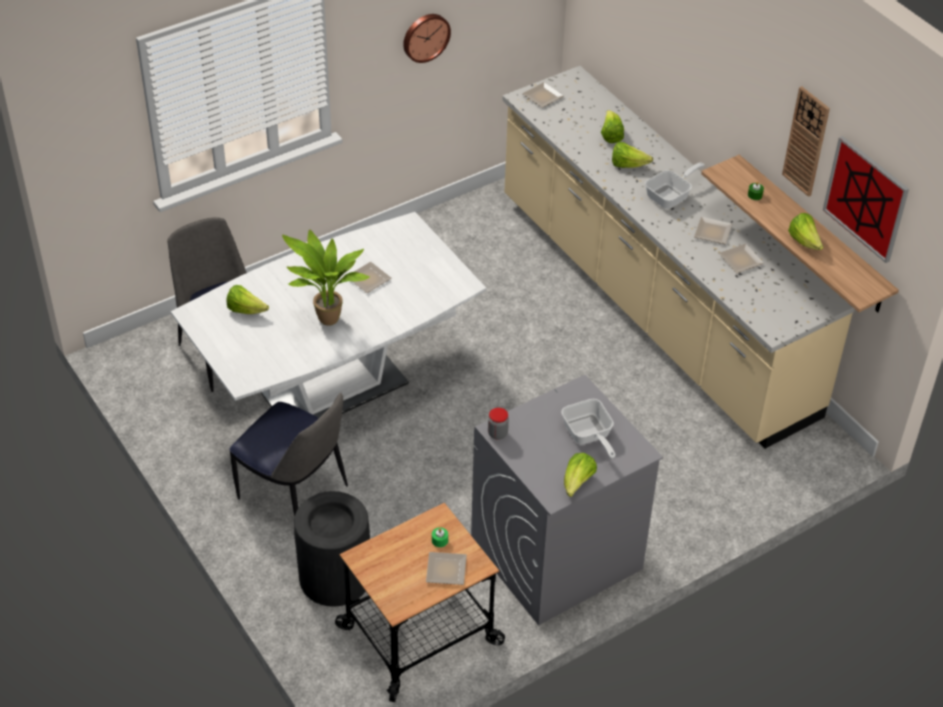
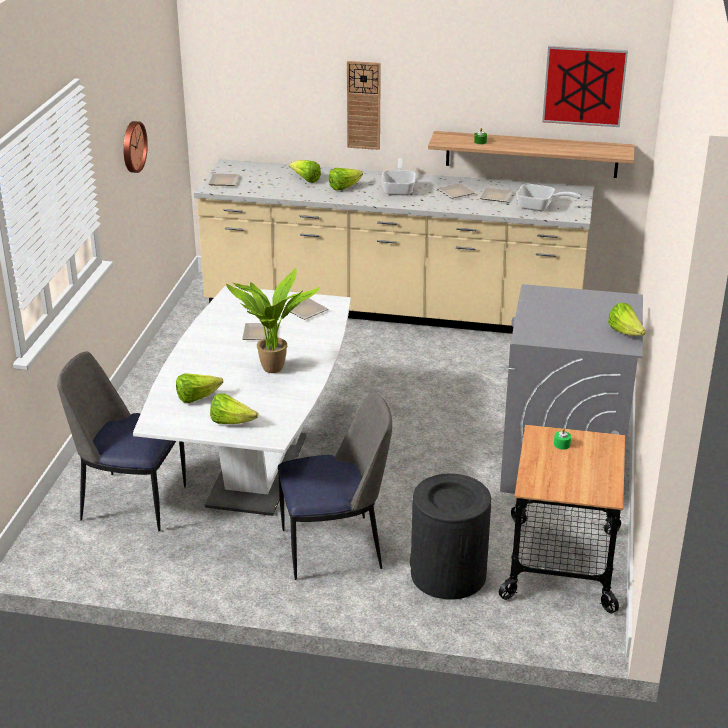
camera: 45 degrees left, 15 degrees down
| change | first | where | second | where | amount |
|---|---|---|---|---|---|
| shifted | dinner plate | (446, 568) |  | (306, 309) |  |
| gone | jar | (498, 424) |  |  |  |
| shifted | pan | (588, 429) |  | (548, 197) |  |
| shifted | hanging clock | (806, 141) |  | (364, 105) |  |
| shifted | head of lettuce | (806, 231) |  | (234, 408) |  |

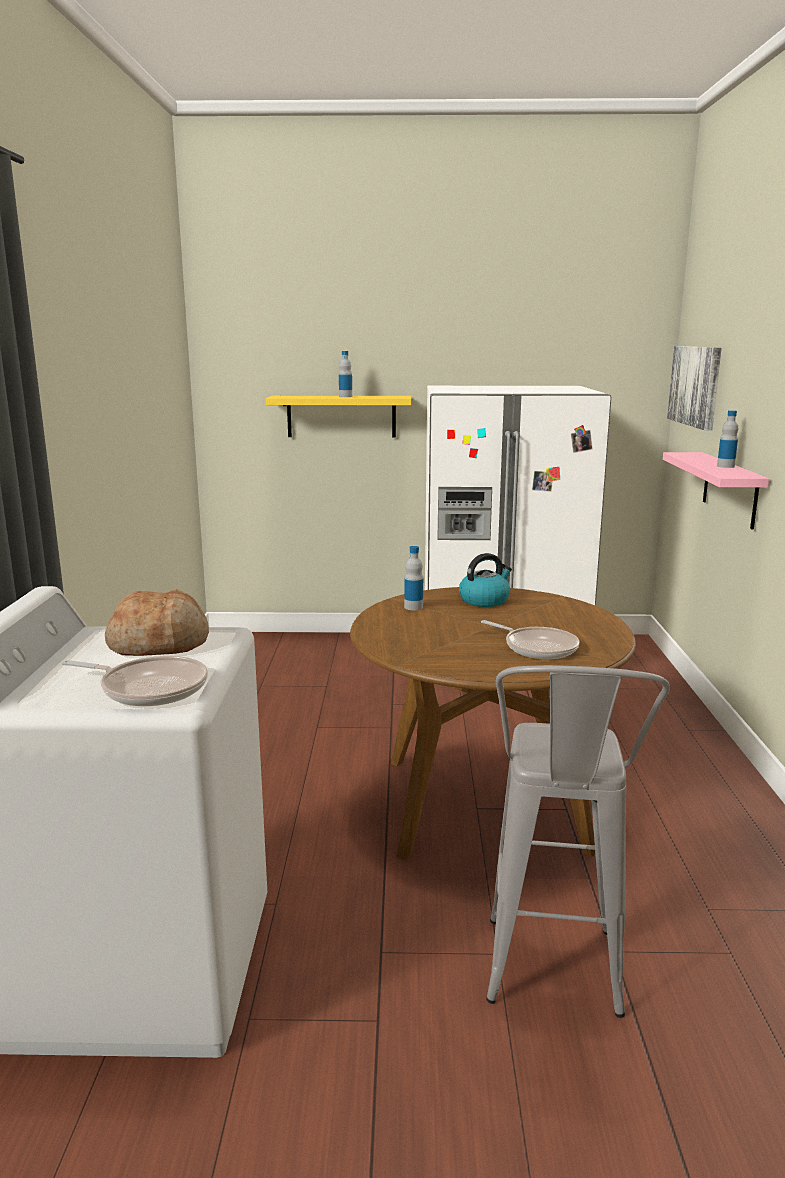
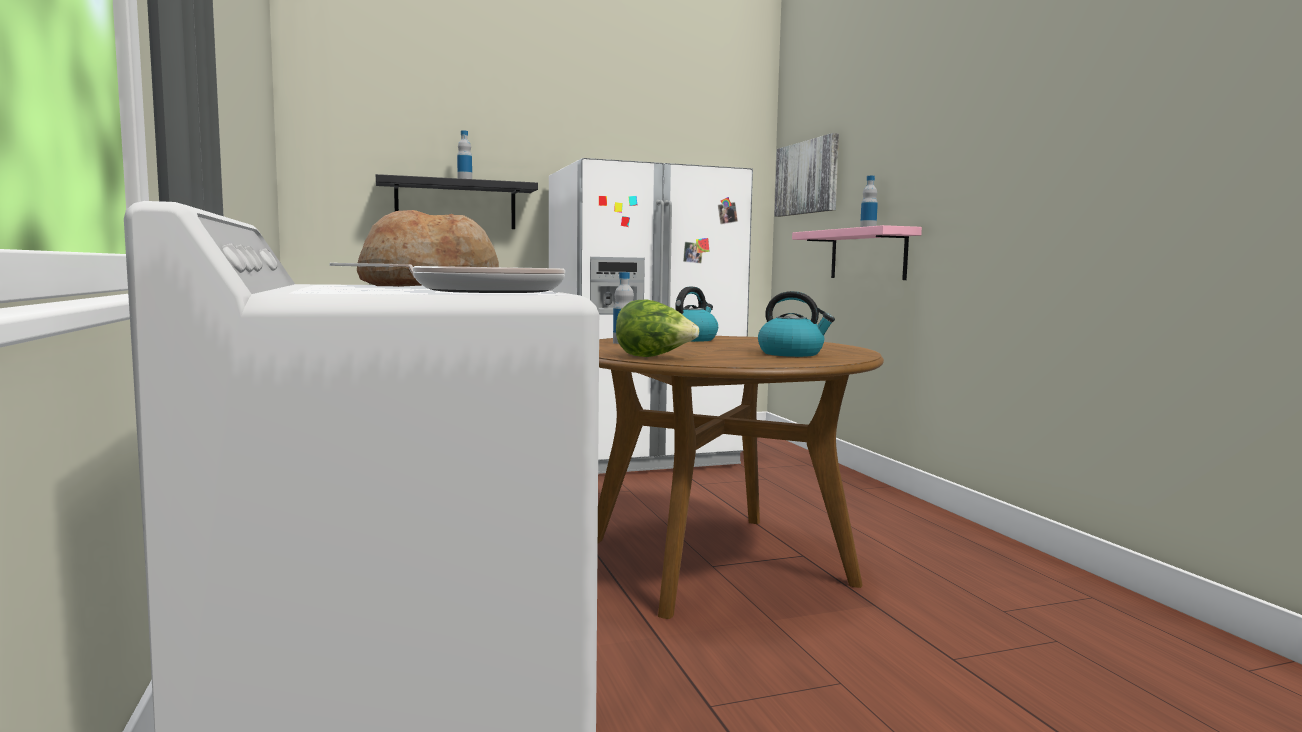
camera: 20 degrees left, 10 degrees down
| change | first | where | second | where | amount |
|---|---|---|---|---|---|
| repainted | yellow-coloured bracket shelf | (338, 417) | blackish bracket shelf | (457, 201) |  |
| swapped | pan | (530, 639) | water kettle | (796, 324) |  |
| gone | gray sitting stool | (578, 841) |  |  |  |
| new |  |  | head of lettuce | (657, 328) |  |

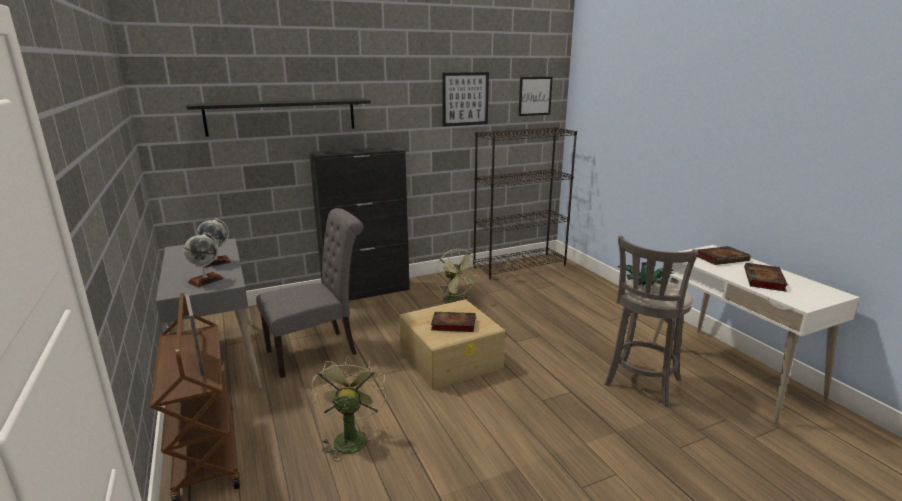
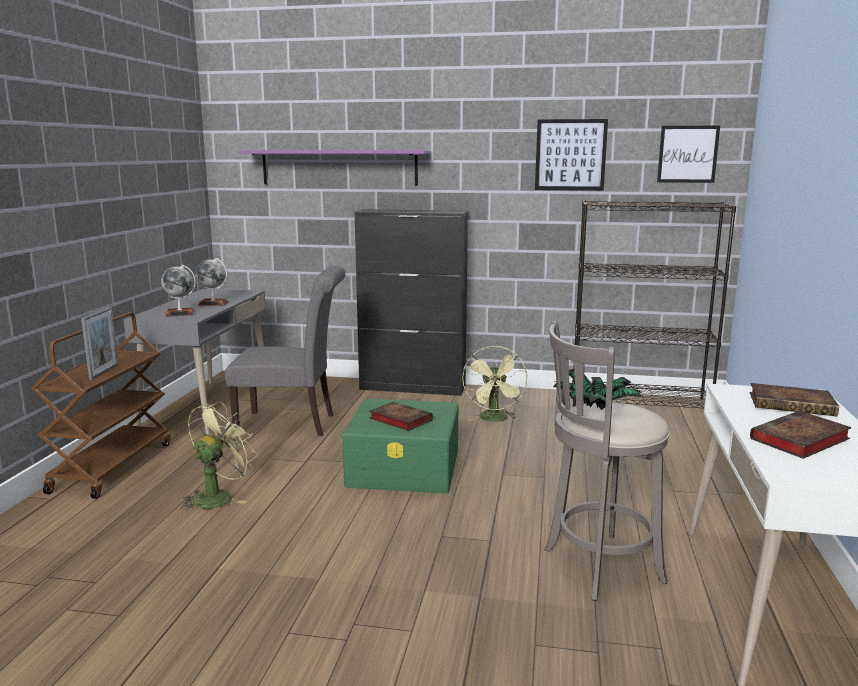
camera: 35 degrees right, 5 degrees down
| change | first | where | second | where | amount |
|---|---|---|---|---|---|
| repainted | blackish bracket shelf | (278, 117) | purple bracket shelf | (333, 168) |  |
| repainted | sand-coloured storage container | (452, 344) | green-coloured storage container | (400, 446) |  |

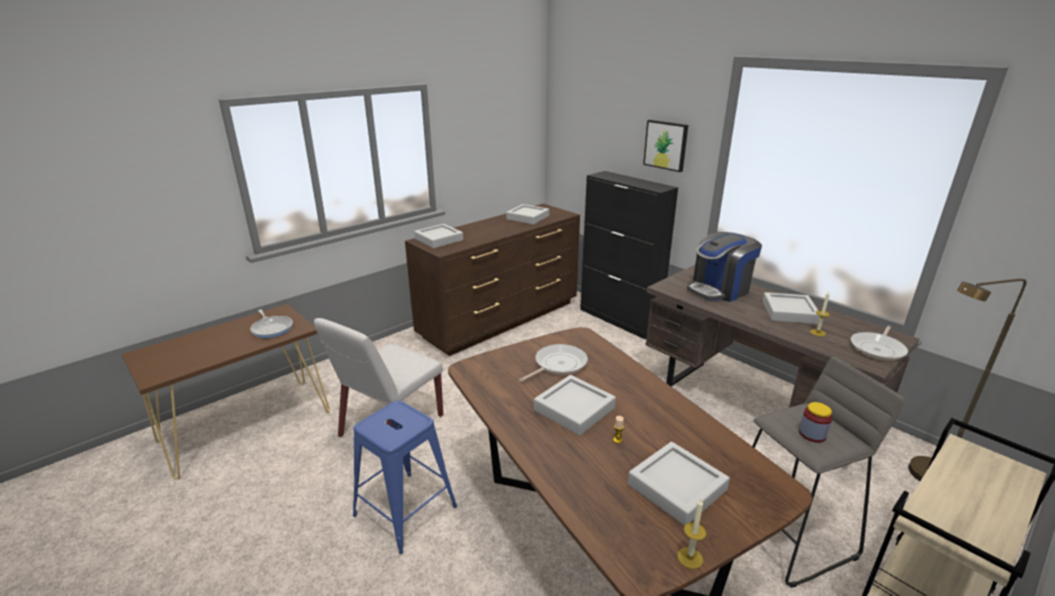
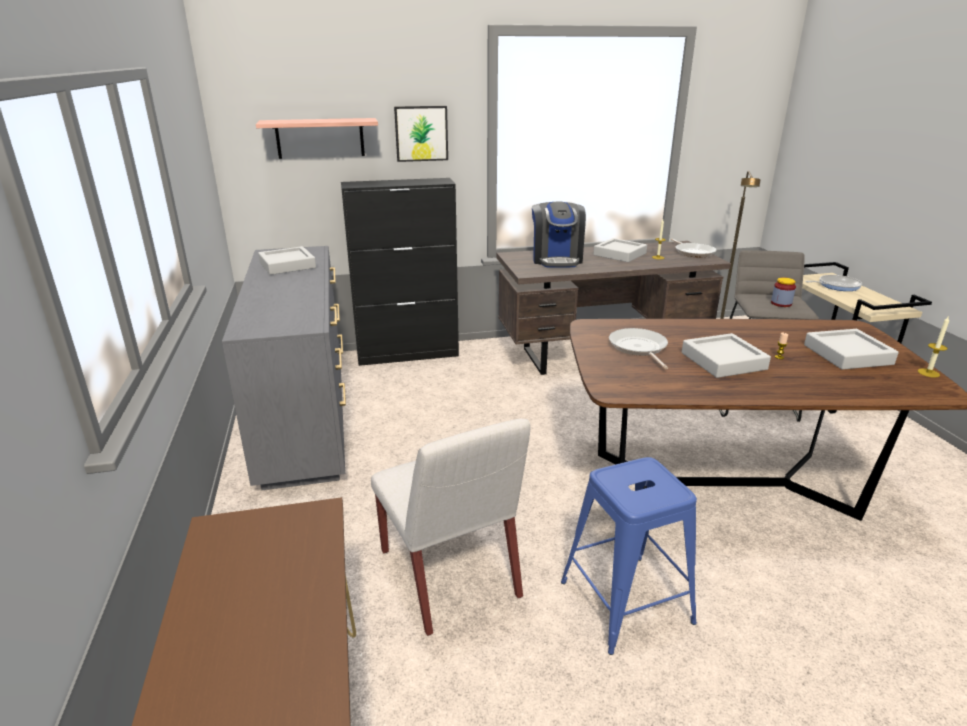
camera: 60 degrees left, 0 degrees up
| change | first | where | second | where | amount |
|---|---|---|---|---|---|
| shifted | pan | (271, 323) |  | (833, 283) |  |
| repainted | brownish dresser | (492, 280) | gray dresser | (284, 368) |  |
| gone | gray serving tray | (438, 236) |  |  |  |
| new |  |  | bracket shelf | (317, 138) |  |

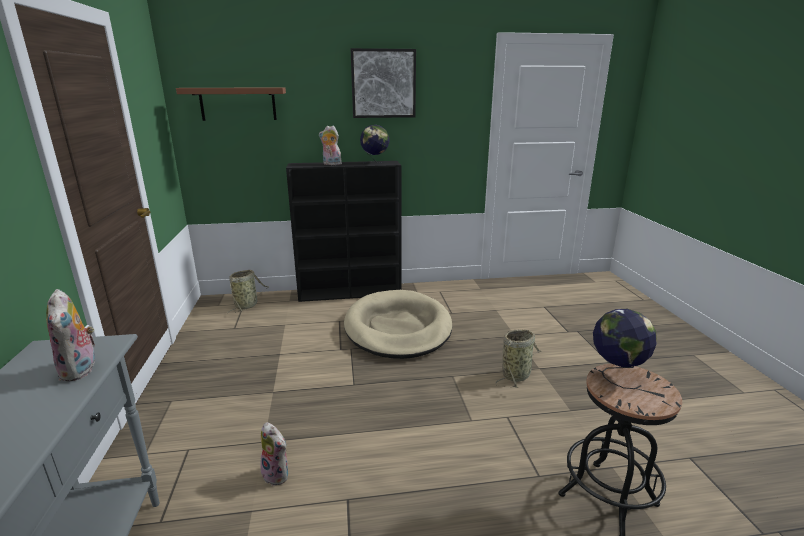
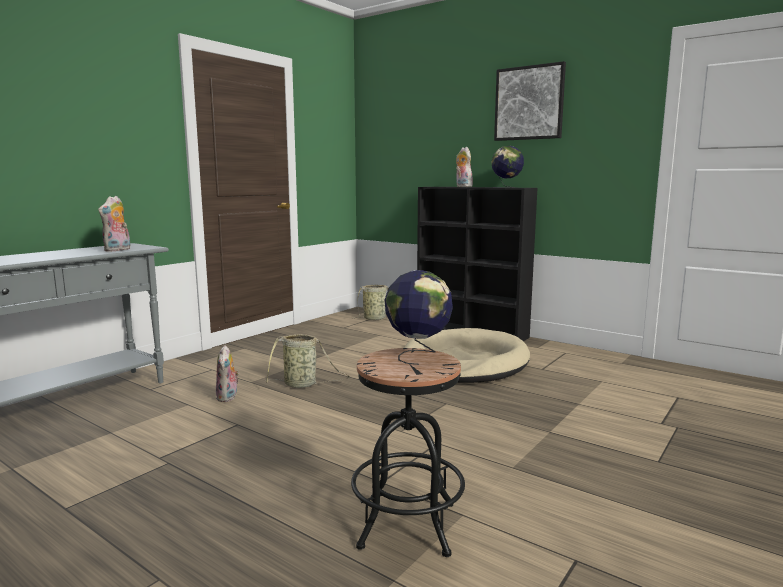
camera: 45 degrees right, 10 degrees down
| change | first | where | second | where | amount |
|---|---|---|---|---|---|
| gone | brownish bracket shelf | (231, 104) |  |  |  |
| shifted | storage basket | (518, 359) |  | (307, 361) |  |

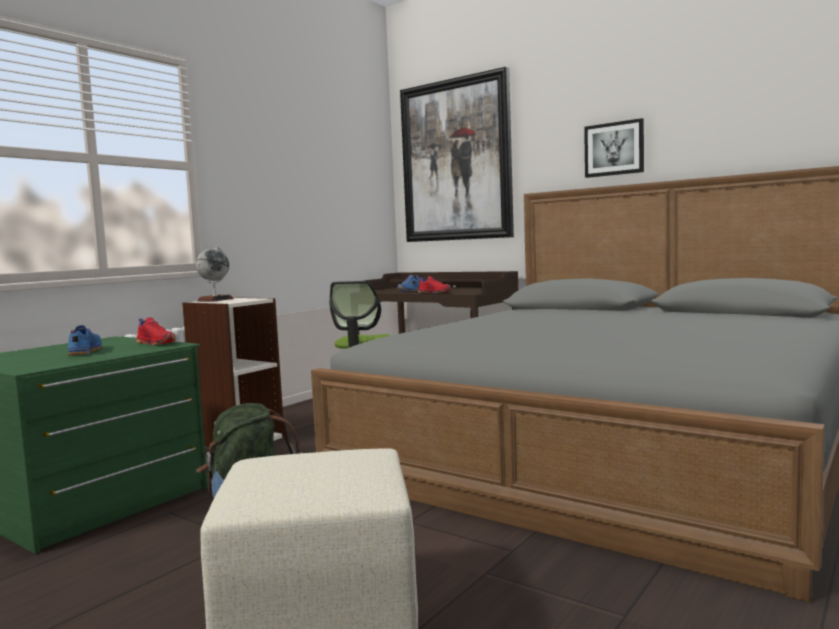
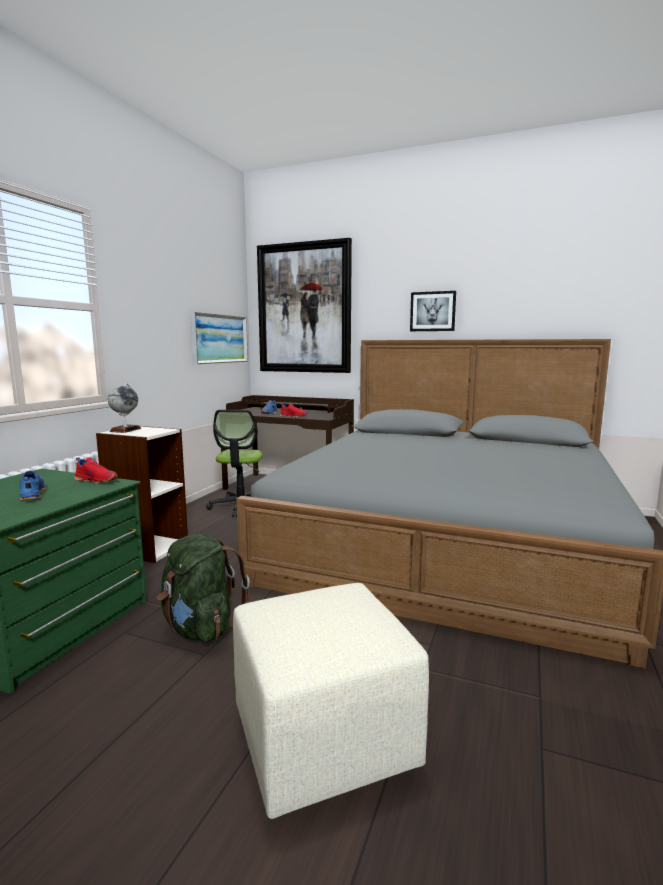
camera: 15 degrees left, 5 degrees up
| change | first | where | second | where | amount |
|---|---|---|---|---|---|
| new |  |  | picture | (219, 338) |  |

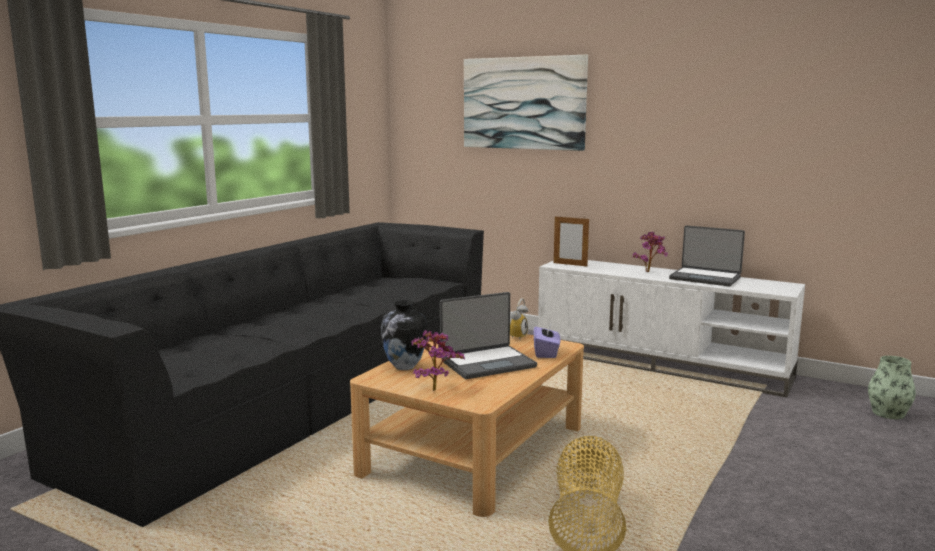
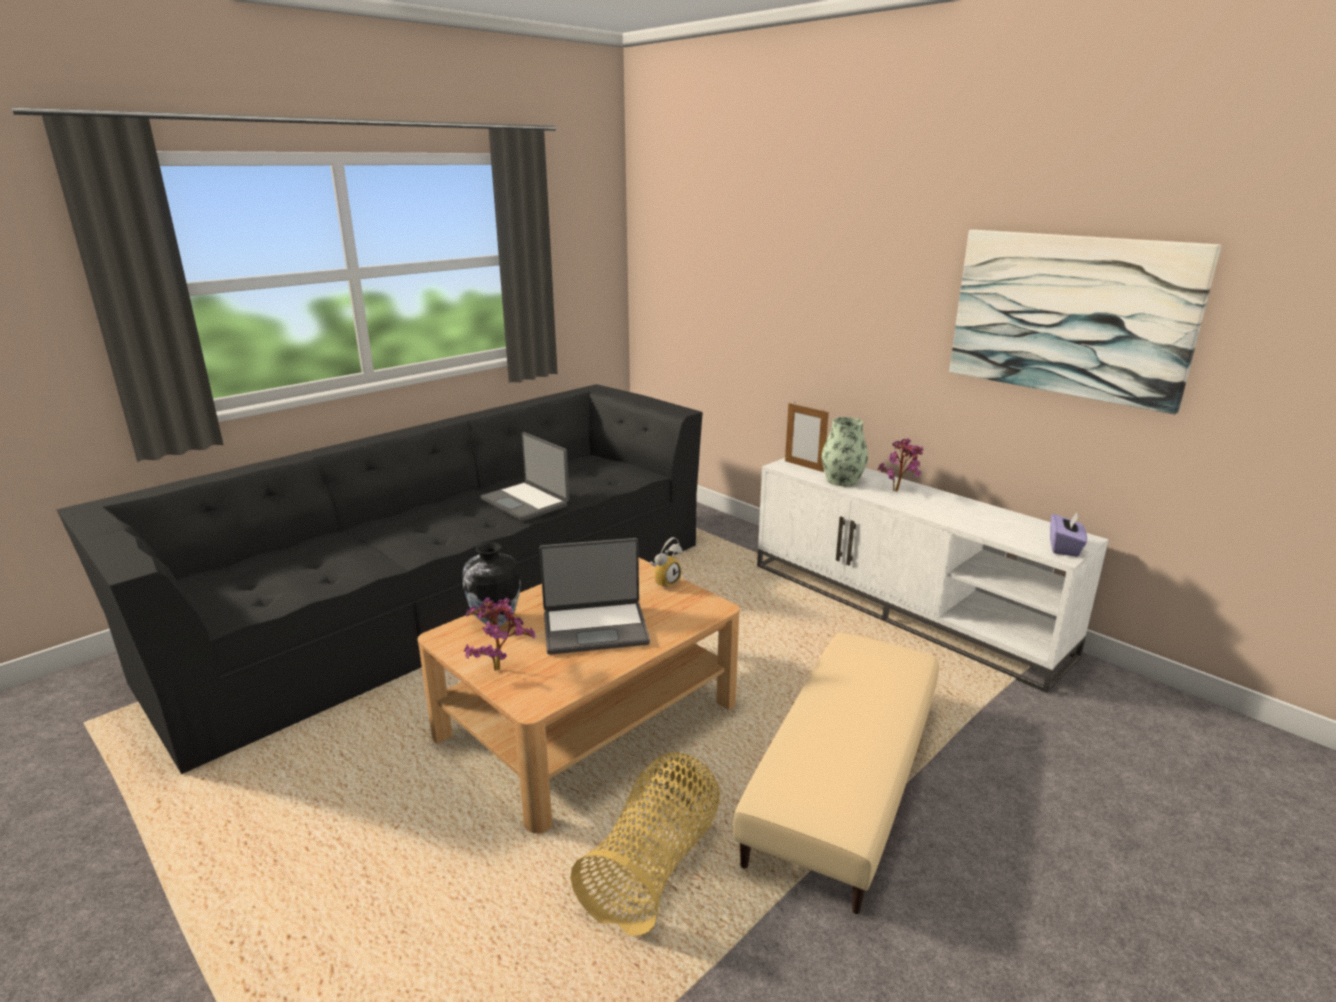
camera: 15 degrees right, 10 degrees up
| change | first | where | second | where | amount |
|---|---|---|---|---|---|
| shifted | picture | (526, 103) |  | (1085, 322) |  |
| shifted | purple box of tissues | (547, 339) |  | (1068, 534) |  |
| shifted | laptop | (707, 255) |  | (524, 476) |  |
| shifted | vase | (892, 387) |  | (845, 451) |  |
| new |  |  | sand-coloured pouffe | (836, 773) |  |

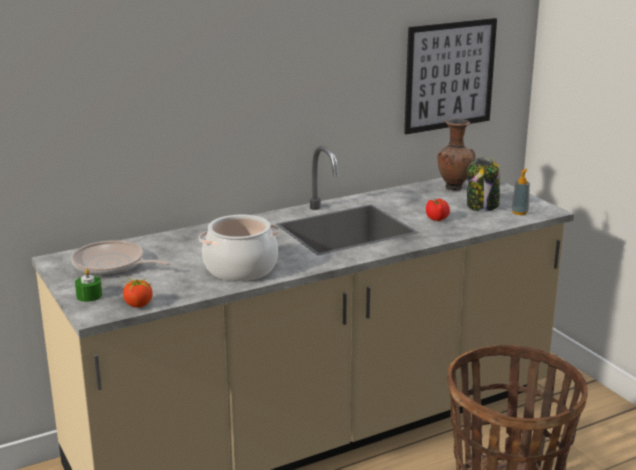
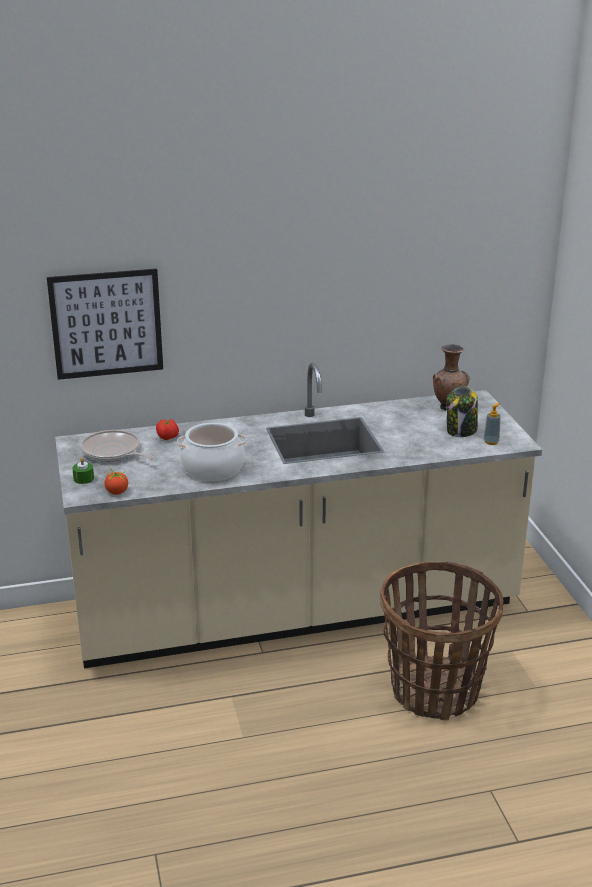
camera: 15 degrees right, 5 degrees up
| change | first | where | second | where | amount |
|---|---|---|---|---|---|
| shifted | picture | (450, 76) |  | (105, 324) |  |
| shifted | fresh tomato | (438, 210) |  | (167, 429) |  |

